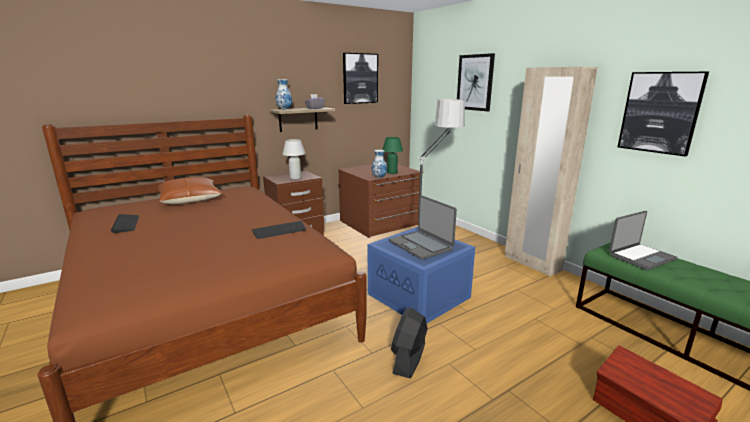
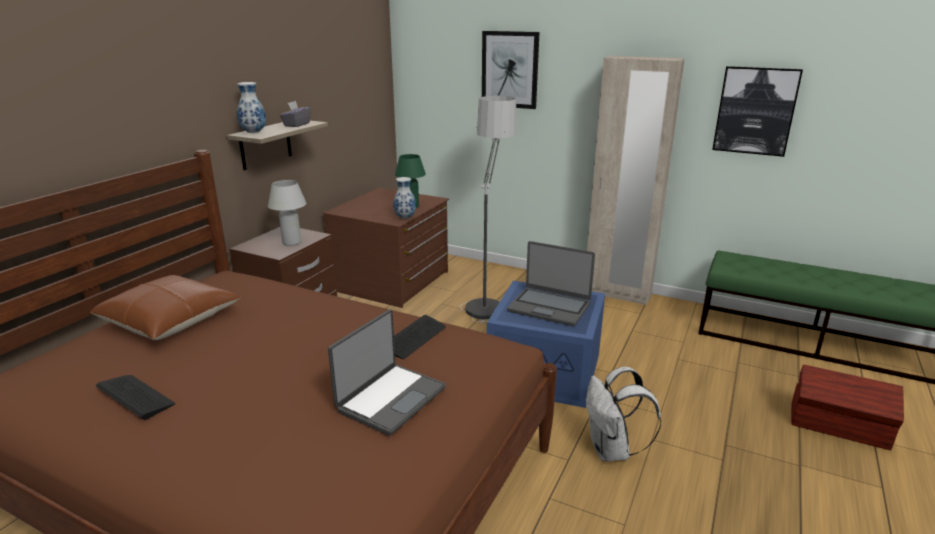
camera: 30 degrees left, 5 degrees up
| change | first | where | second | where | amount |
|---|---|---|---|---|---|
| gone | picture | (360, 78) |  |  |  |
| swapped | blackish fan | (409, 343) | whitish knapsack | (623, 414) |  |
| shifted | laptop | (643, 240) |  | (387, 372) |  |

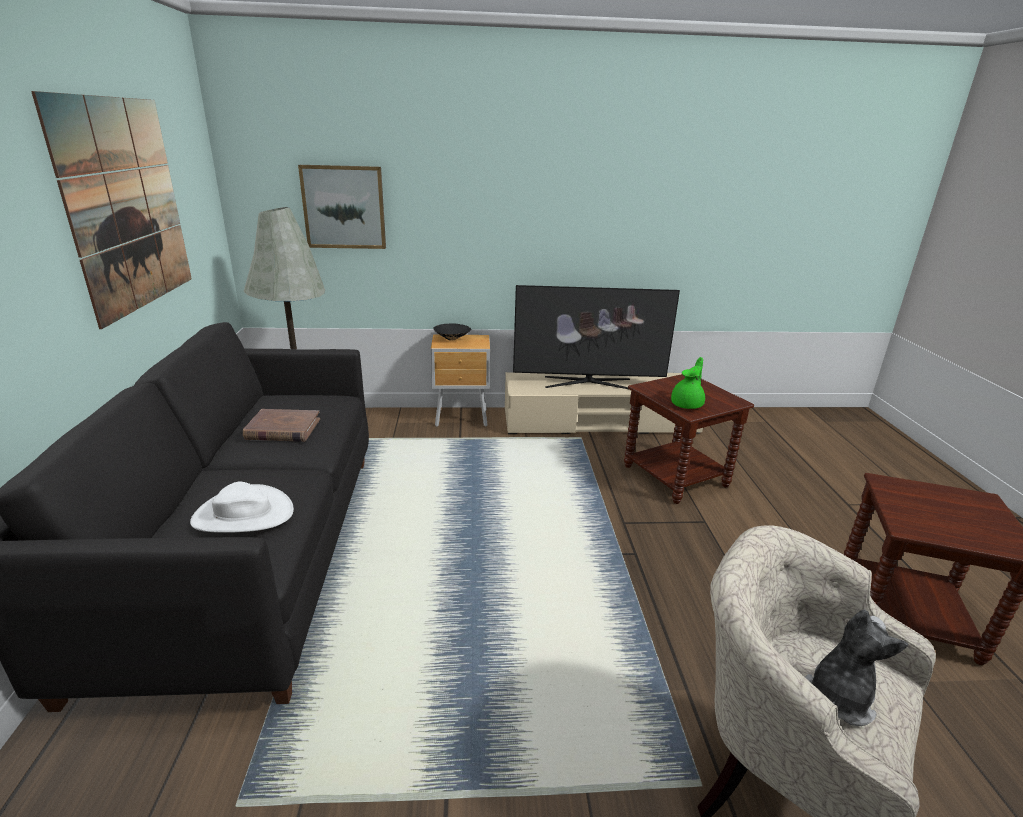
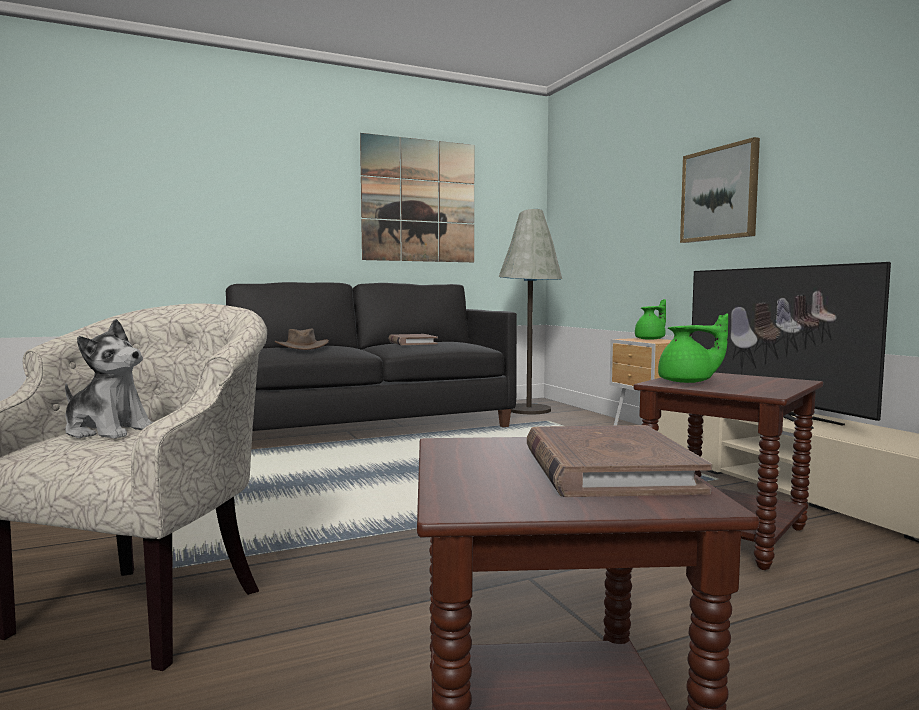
camera: 70 degrees right, 20 degrees down
| change | first | where | second | where | amount |
|---|---|---|---|---|---|
| repainted | whitish hat | (242, 507) | brownish hat | (302, 339) |  |
| shifted | picture | (342, 207) |  | (720, 190) |  |
| swapped | blackish deep dish | (452, 331) | green-coloured pot for tea | (650, 319) |  |
| new |  |  | brownish bound book | (619, 461) |  |

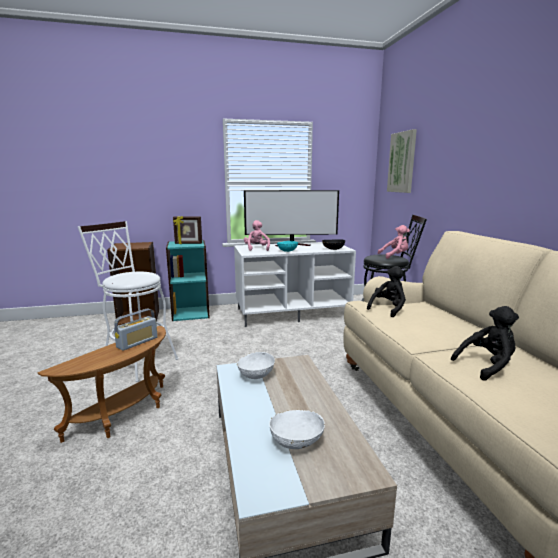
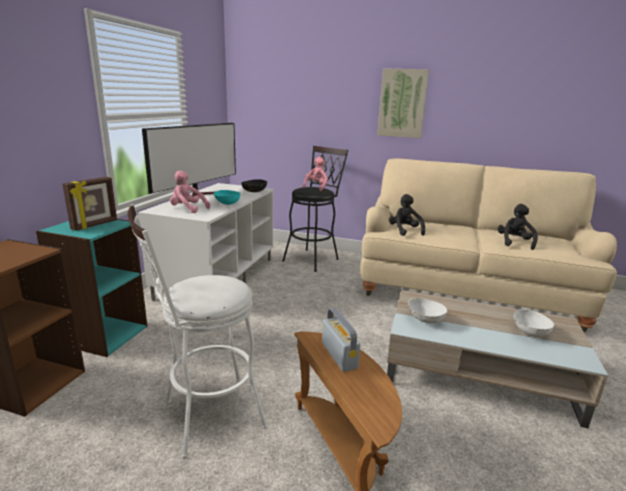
camera: 60 degrees left, 5 degrees up
| change | first | where | second | where | amount |
|---|---|---|---|---|---|
| shifted | picture | (402, 161) |  | (403, 103) |  |

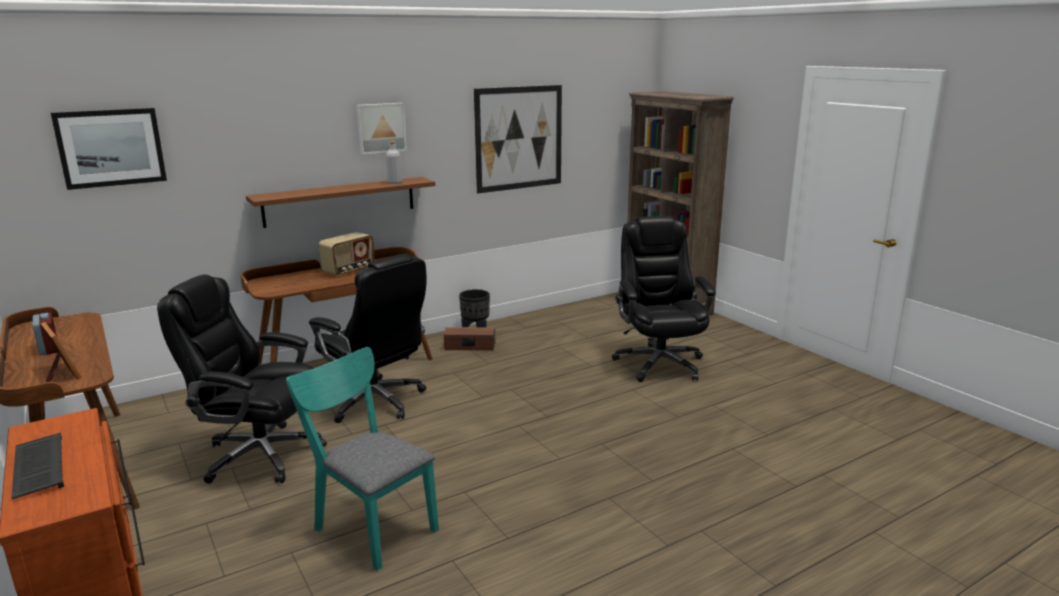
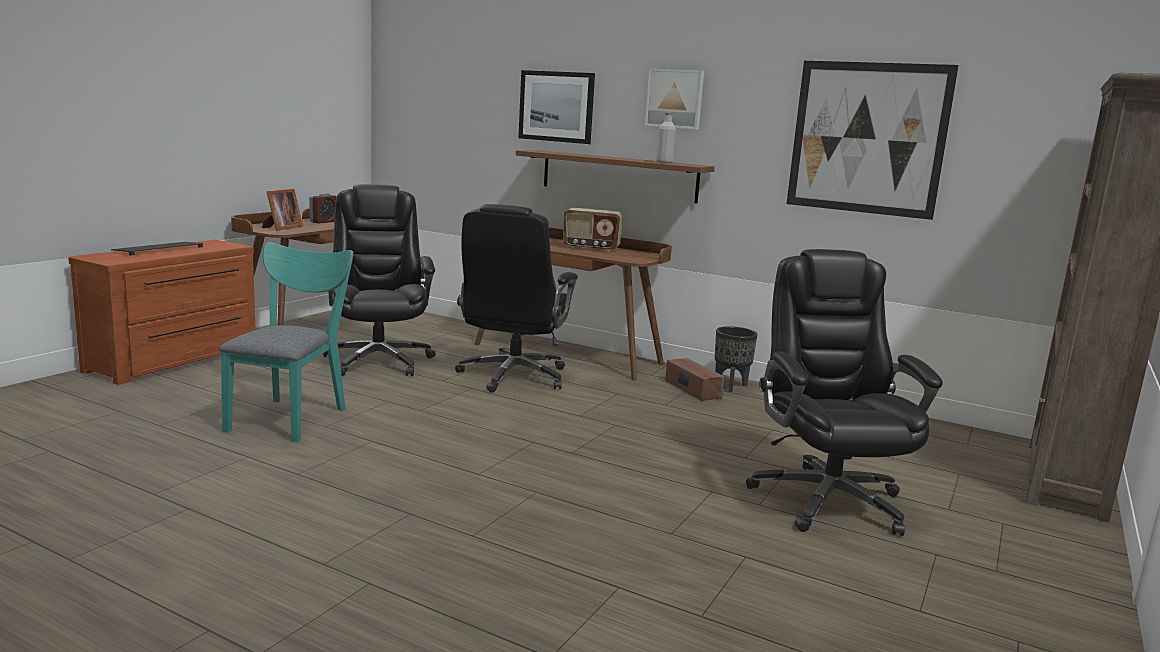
camera: 60 degrees right, 5 degrees down
| change | first | where | second | where | amount |
|---|---|---|---|---|---|
| shifted | picture | (109, 149) |  | (556, 107) |  |
| rotated | blackish office chair | (664, 299) |  | (844, 392) | 60 degrees counterclockwise |

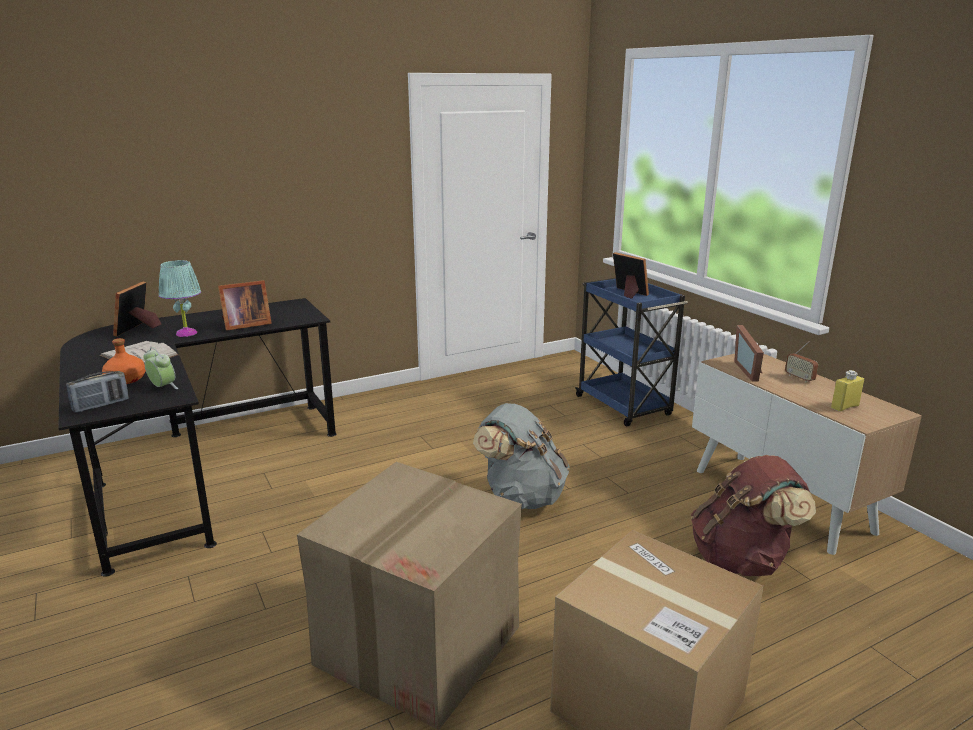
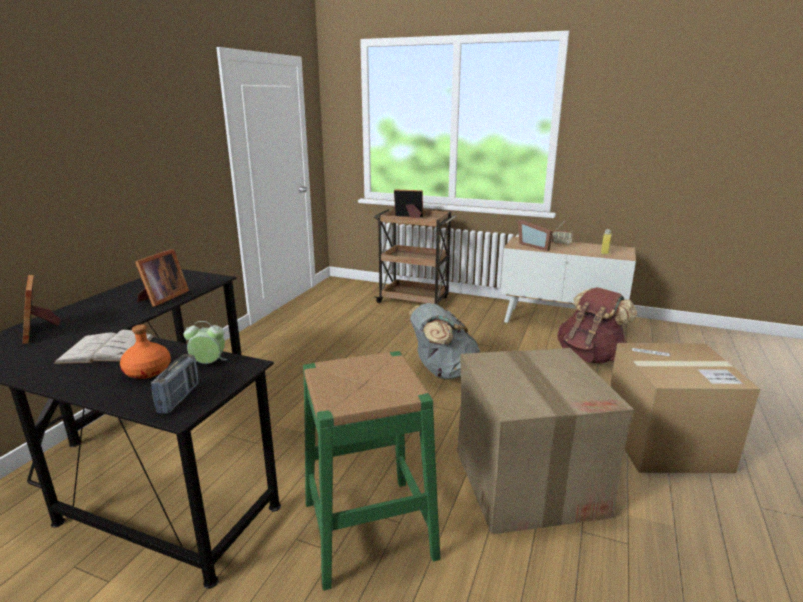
camera: 40 degrees left, 0 degrees up
| change | first | where | second | where | amount |
|---|---|---|---|---|---|
| gone | turquoise-coloured table lamp | (180, 298) |  |  |  |
| repainted | blue wheeled cart | (631, 352) | brownish wheeled cart | (415, 255) |  |
| new |  |  | green-coloured sitting stool | (372, 471) |  |

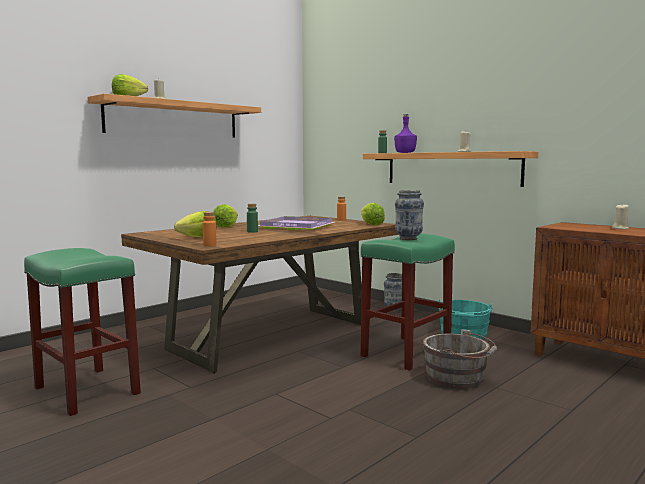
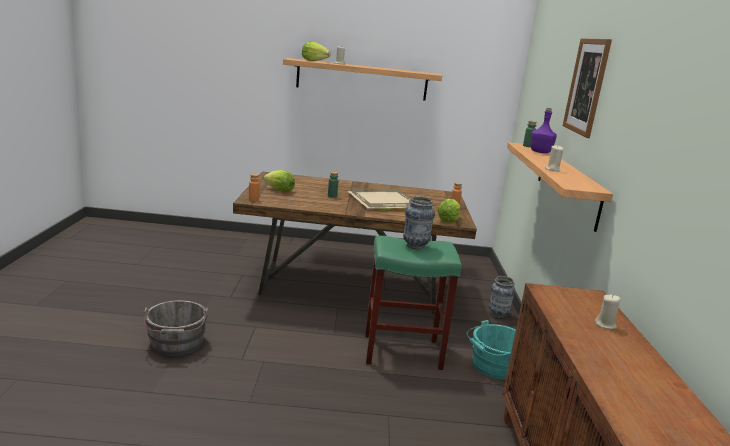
camera: 45 degrees right, 10 degrees up
| change | first | where | second | where | amount |
|---|---|---|---|---|---|
| gone | green-coloured sitting stool | (82, 332) |  |  |  |
| gone | head of lettuce | (225, 216) |  |  |  |
| repainted | purple serving tray | (296, 223) | sand-coloured serving tray | (379, 199) |  |
| shifted | gray pail | (460, 359) |  | (175, 328) |  |
| new |  |  | picture | (587, 88) |  |

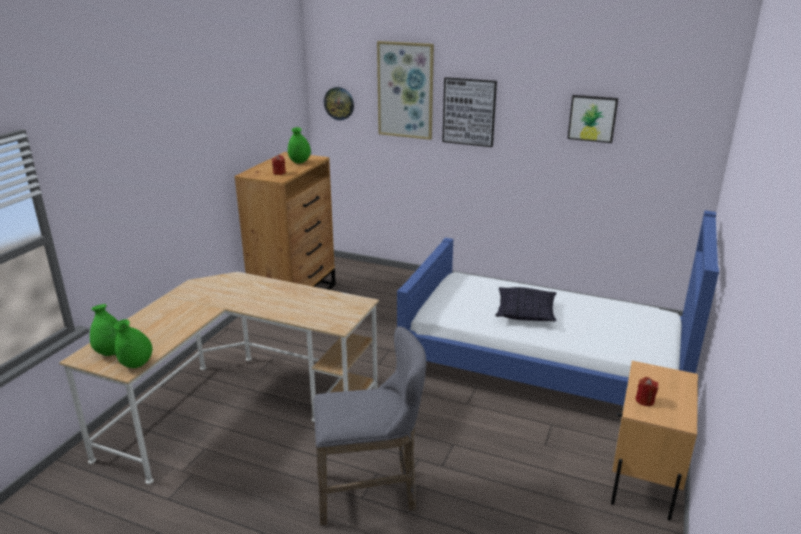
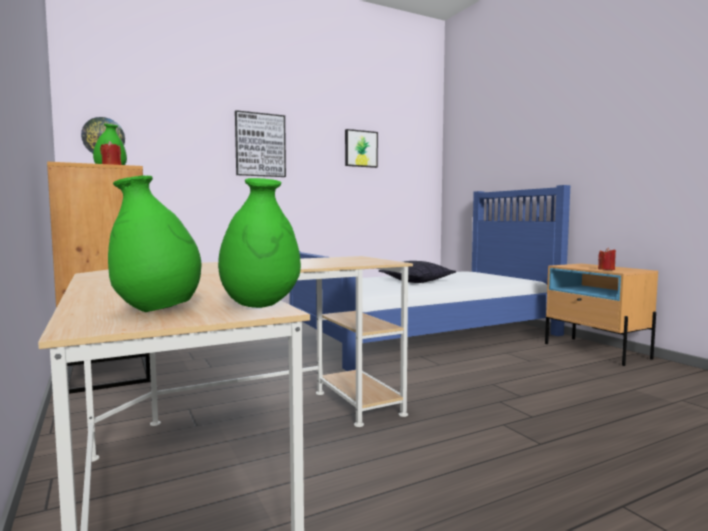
camera: 50 degrees left, 20 degrees down
| change | first | where | second | where | amount |
|---|---|---|---|---|---|
| gone | gray sitting stool | (369, 426) |  |  |  |
| gone | picture | (405, 90) |  |  |  |

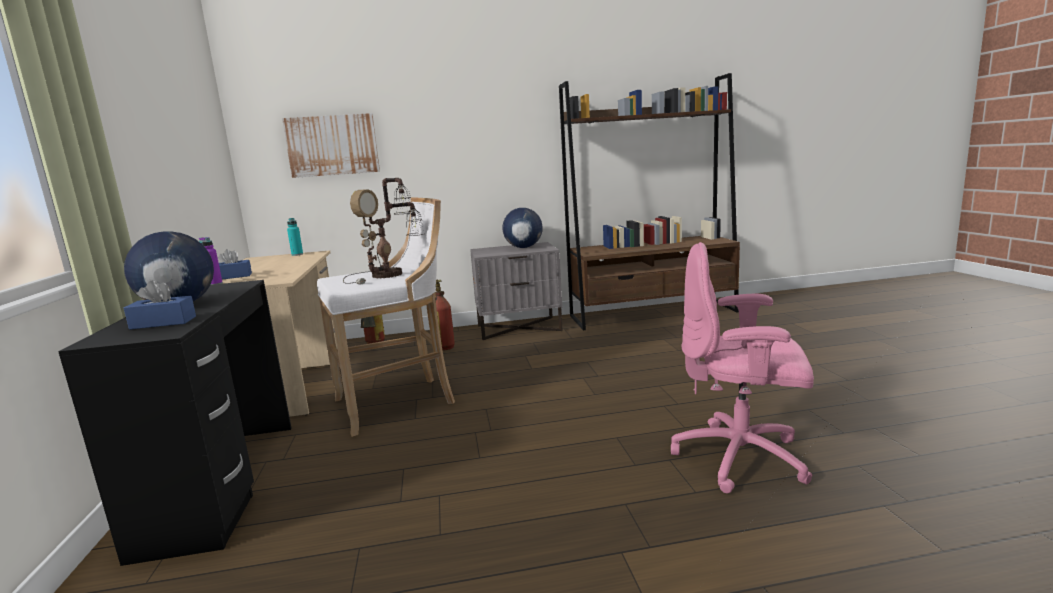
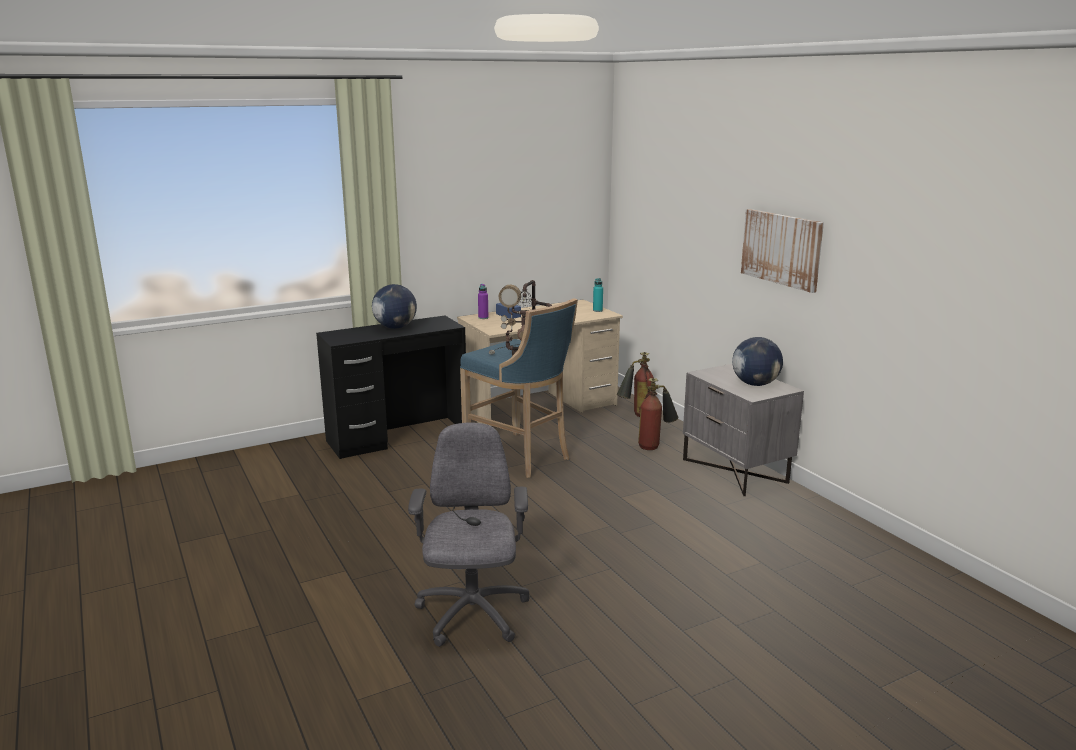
camera: 70 degrees right, 5 degrees up
| change | first | where | second | where | amount |
|---|---|---|---|---|---|
| gone | blue box of tissues | (160, 305) |  |  |  |
| shifted | picture | (331, 145) |  | (782, 251) |  |
| repainted | whitish sitting stool | (386, 317) | blue sitting stool | (519, 388) |  |
| gone | brownish shelving unit | (649, 201) |  |  |  |
| repainted | pinkish office chair | (742, 367) | gray office chair | (469, 534) |  |

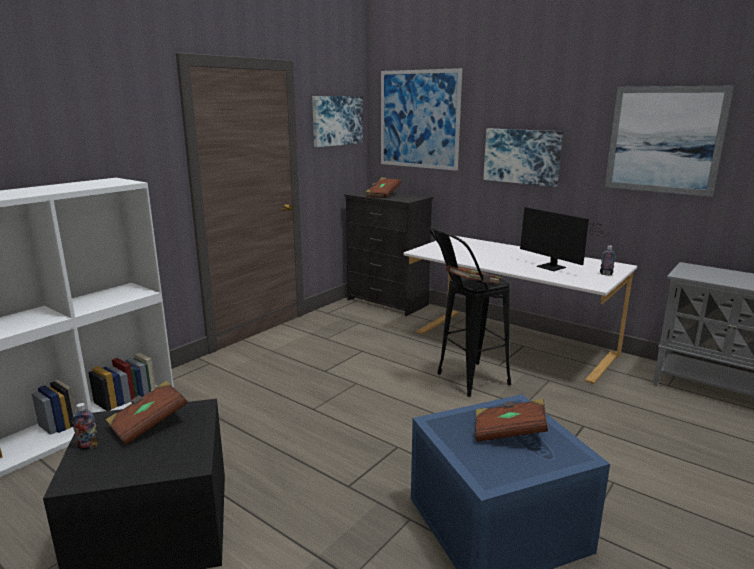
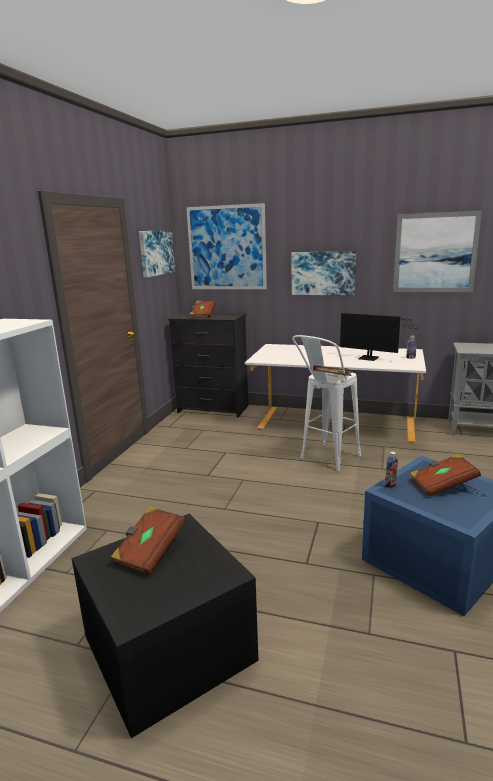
camera: 20 degrees left, 0 degrees up
| change | first | where | second | where | amount |
|---|---|---|---|---|---|
| shifted | drink bottle | (85, 426) |  | (391, 470) |  |
| repainted | blackish sitting stool | (470, 312) | whitish sitting stool | (326, 403) |  |

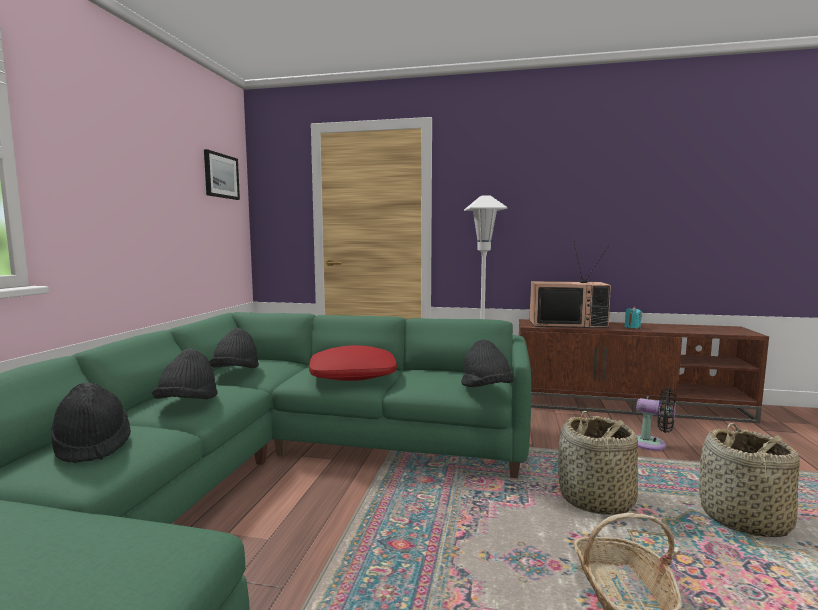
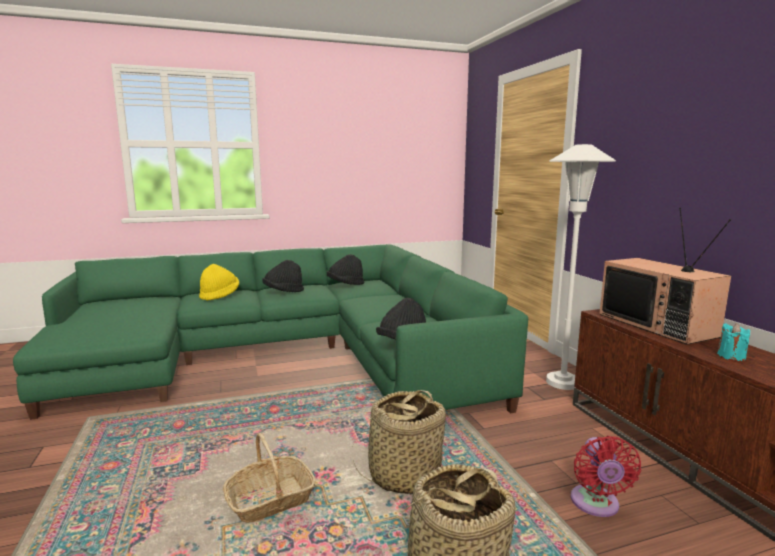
camera: 60 degrees right, 5 degrees up
| change | first | where | second | where | amount |
|---|---|---|---|---|---|
| repainted | blackish hat | (91, 423) | yellow-coloured hat | (219, 282) |  |
| gone | picture | (222, 174) |  |  |  |
| gone | red-coloured cushion | (353, 363) |  |  |  |
| repainted | blackish fan | (656, 419) | red-coloured fan | (606, 476) |  |

